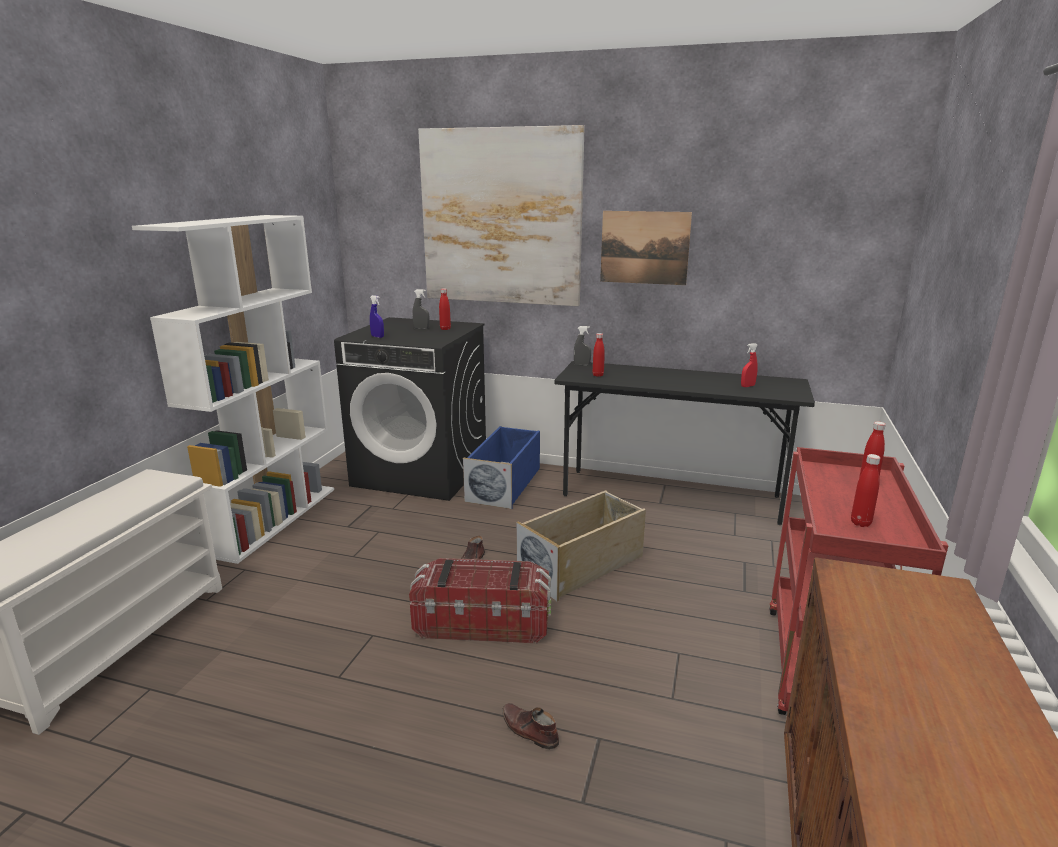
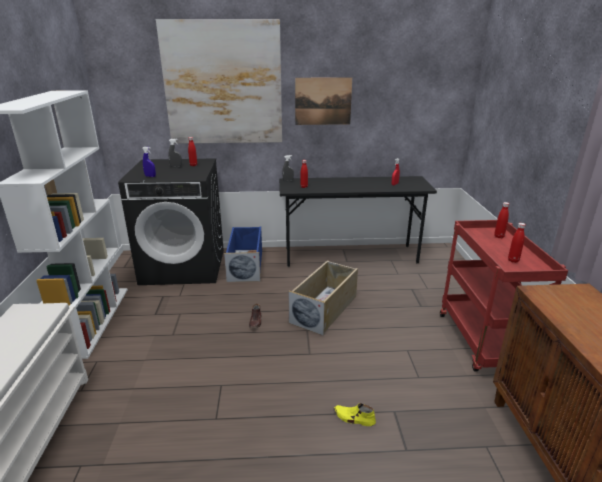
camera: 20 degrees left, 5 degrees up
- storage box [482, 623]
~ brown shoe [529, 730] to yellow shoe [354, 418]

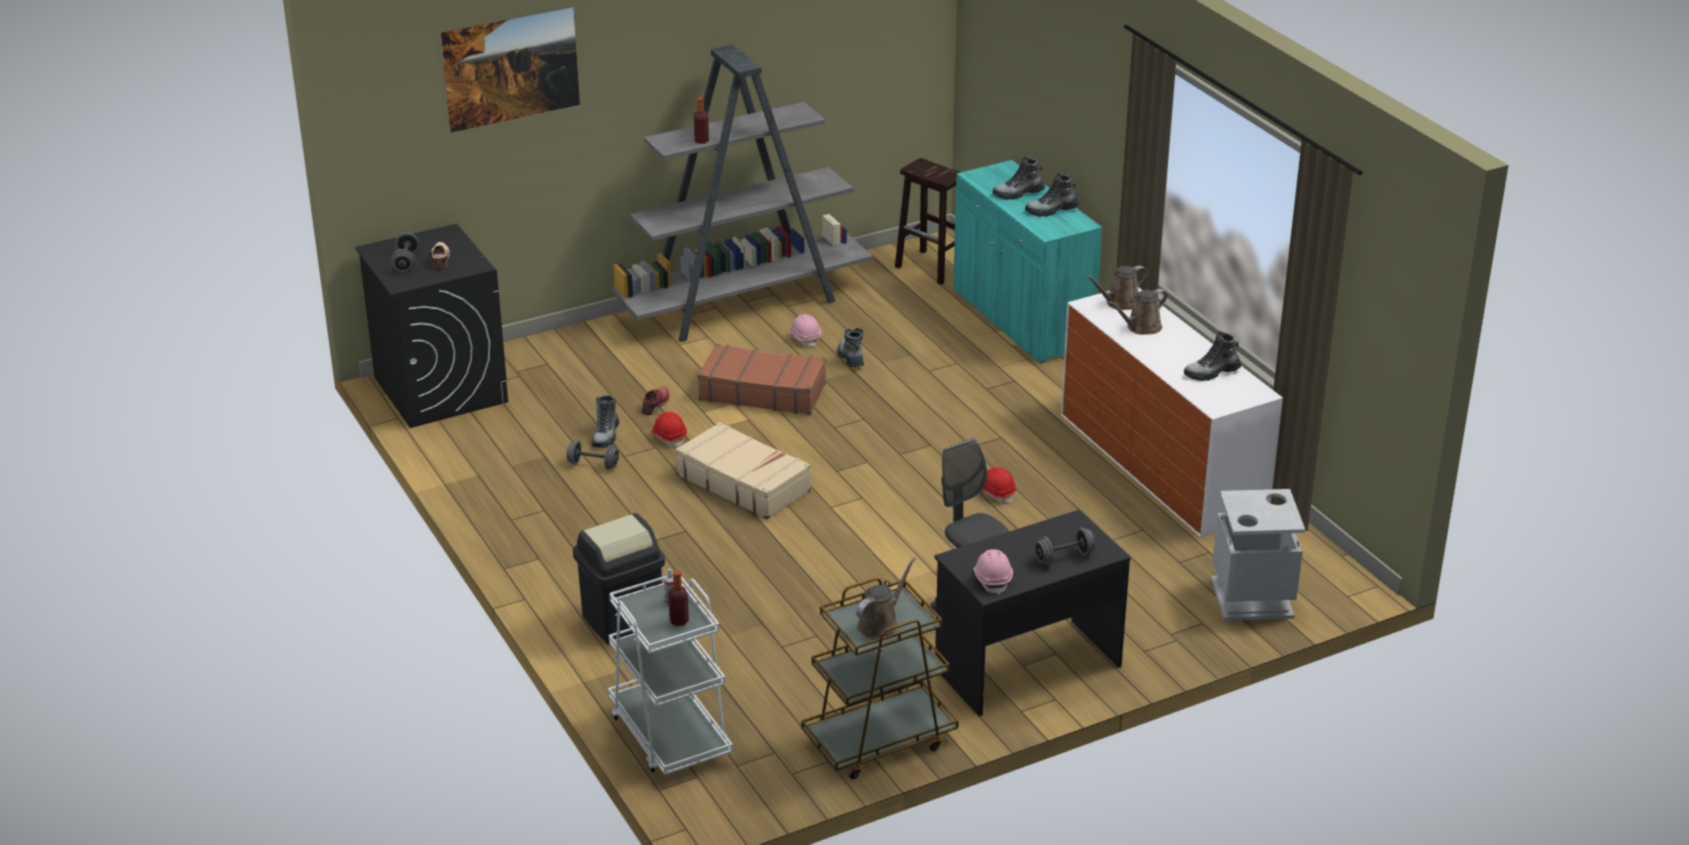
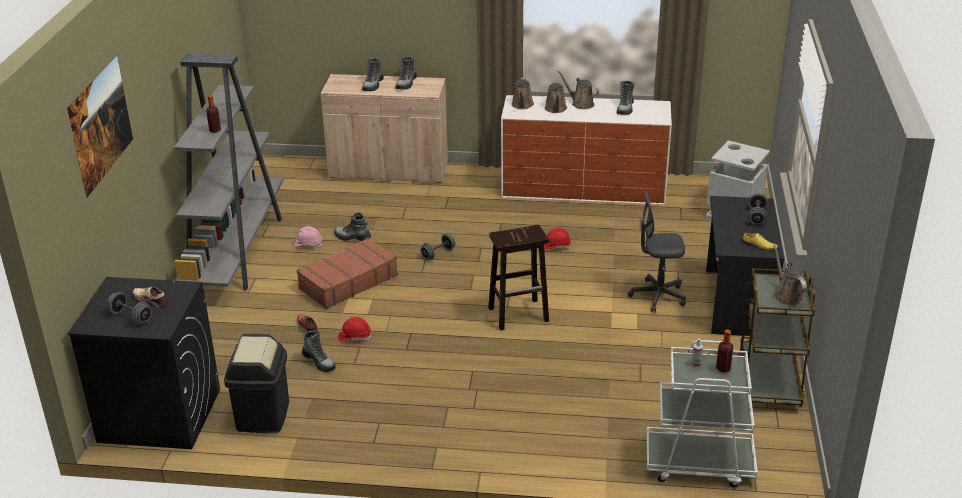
camera: 55 degrees left, 0 degrees up
~ grey dumbbell [593, 465] to [438, 254]
~ black trash can [622, 620] to [262, 416]
- beige suitcase [743, 483]
~ brown stool [932, 267] to [519, 314]
~ turquoise cabinet [1021, 320] to beige cabinet [388, 170]
~ pink hard hat [992, 579] to yellow shoe [759, 246]
+ brown watering can [580, 104]

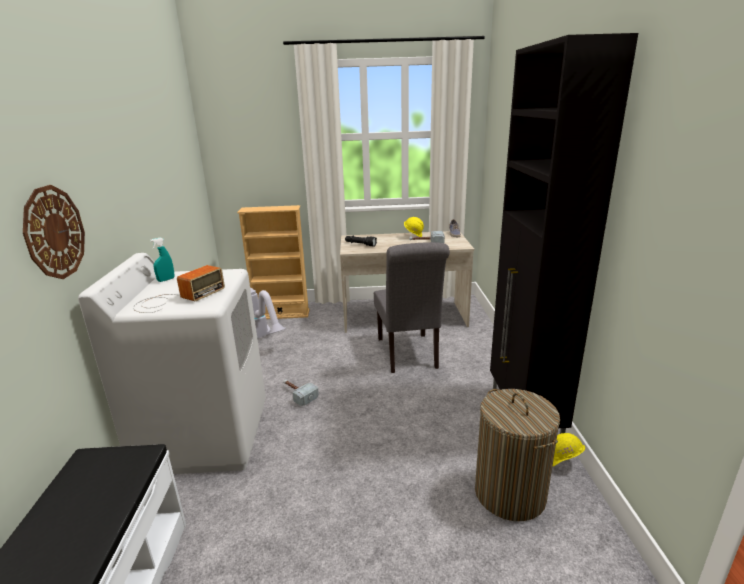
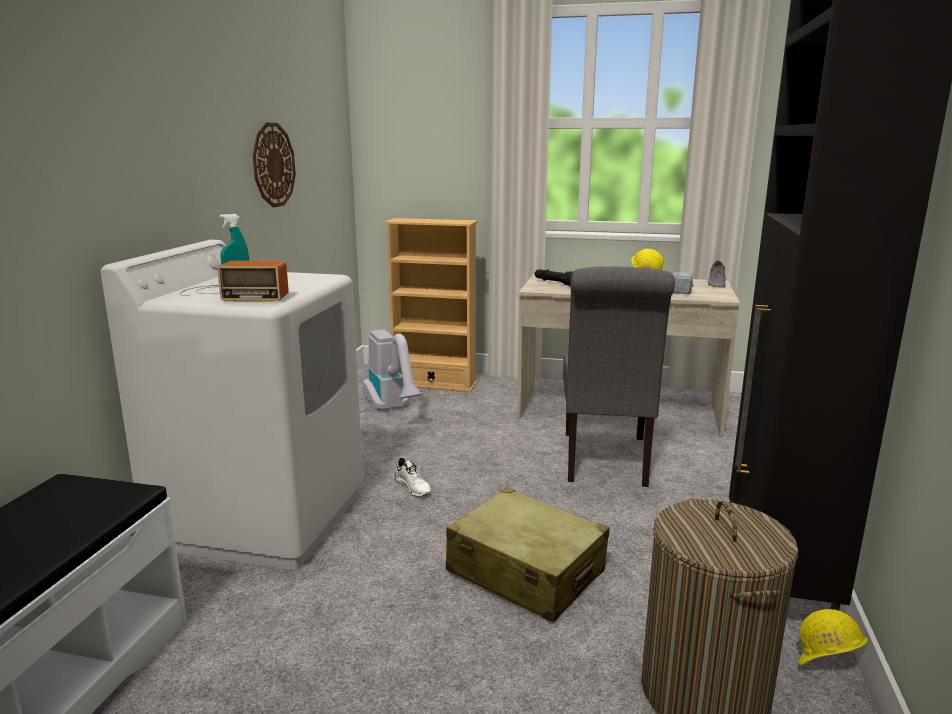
camera: 15 degrees right, 5 degrees down
~ wall clock [54, 232] to [273, 165]
~ radio [176, 299] = [232, 294] 45 degrees clockwise
~ hammer [298, 394] to white shoe [413, 487]
+ beige suitcase [526, 572]

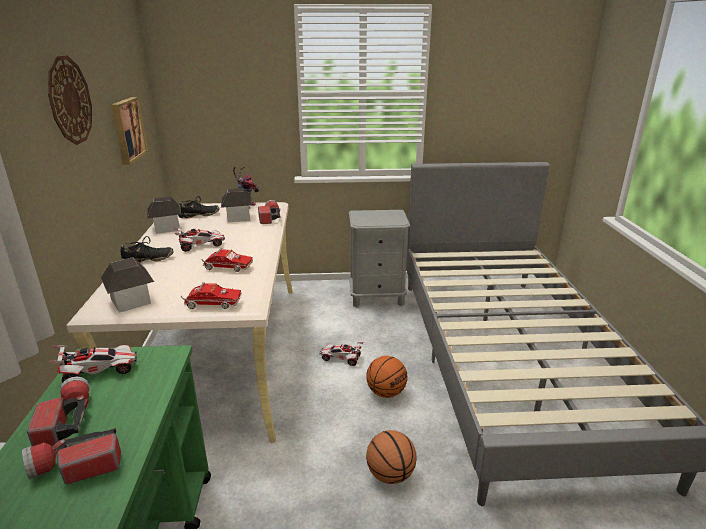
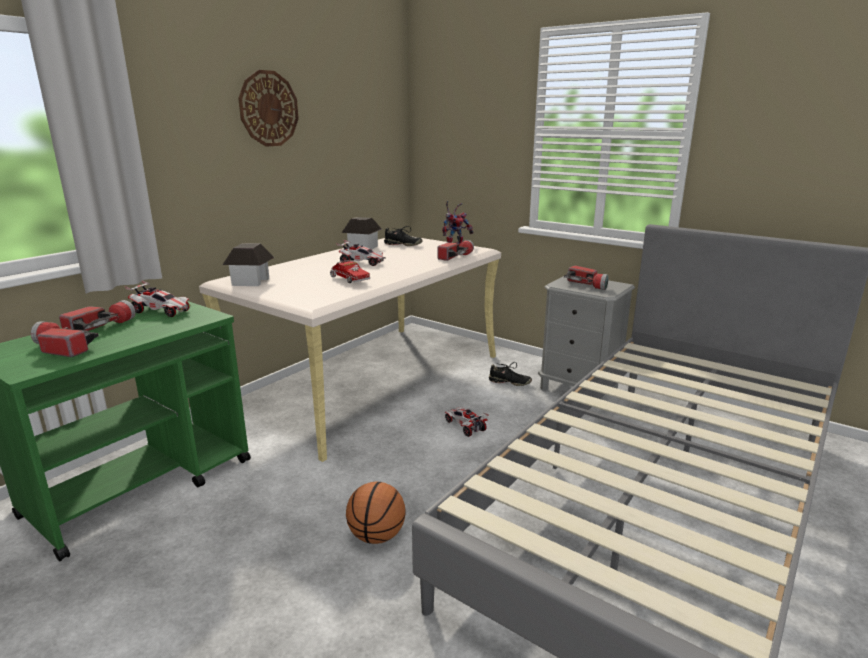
camera: 40 degrees right, 5 degrees down
- picture [127, 130]
~ black shoe [148, 260] to [509, 382]
- toy truck [211, 305]
- toy house [238, 217]
- basketball [386, 392]
+ flashlight [587, 285]

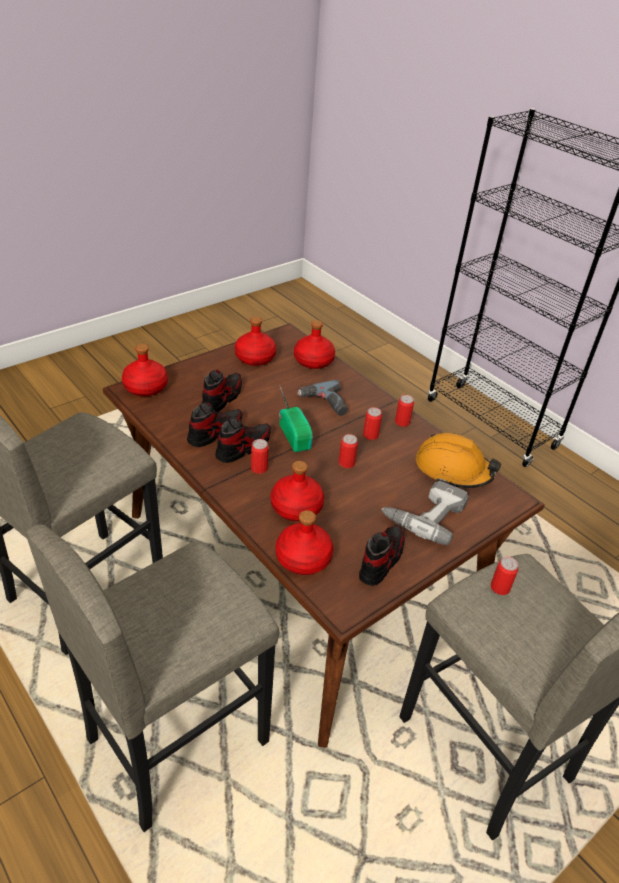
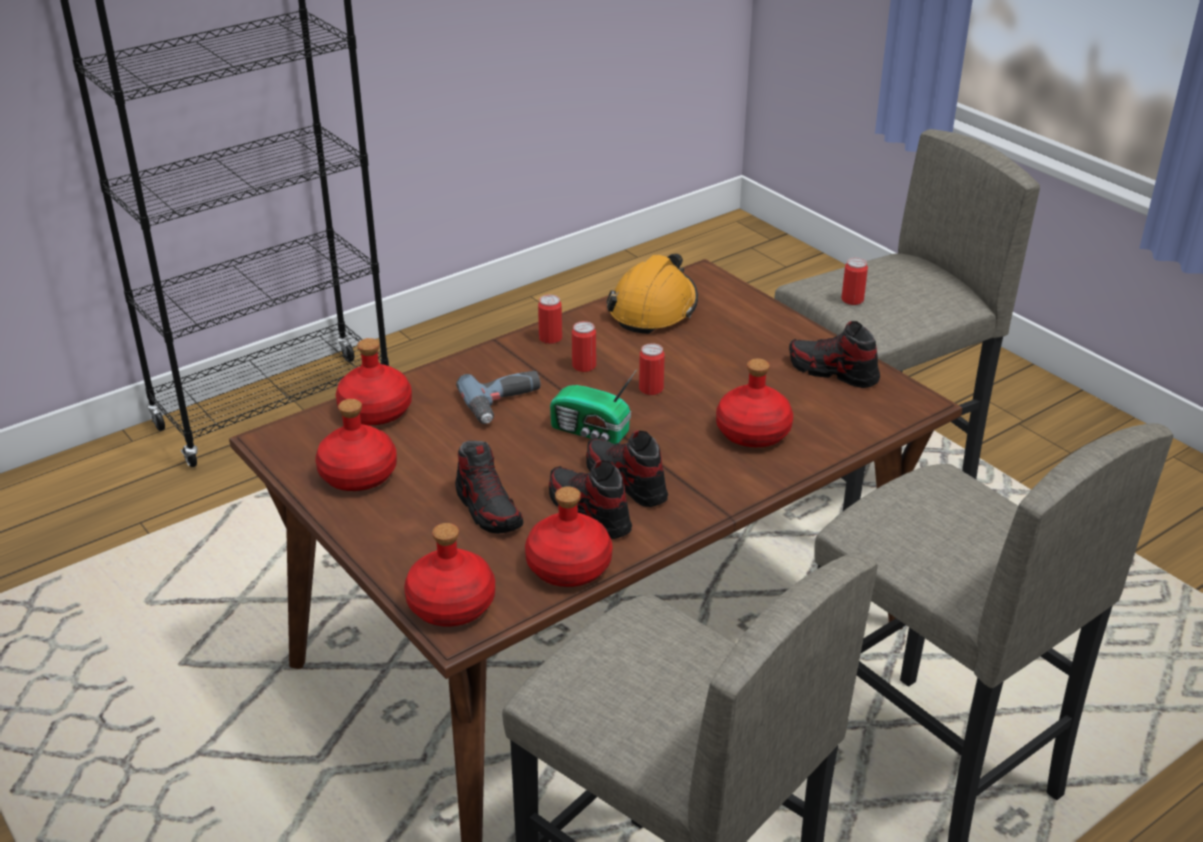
camera: 85 degrees left, 5 degrees down
~ shoe [222, 398] = [488, 509] 150 degrees counterclockwise
- can [259, 468]
~ red bottle [303, 559] to [570, 567]
~ radio [295, 436] = [591, 432] 135 degrees counterclockwise
- power drill [424, 514]

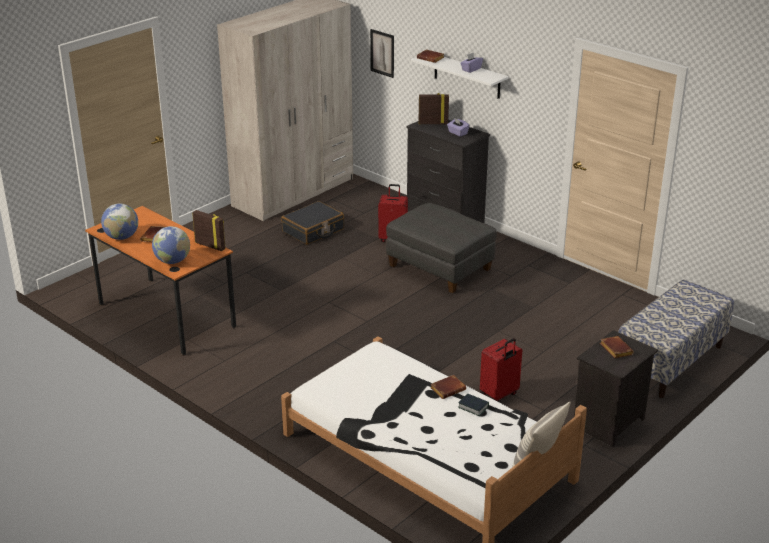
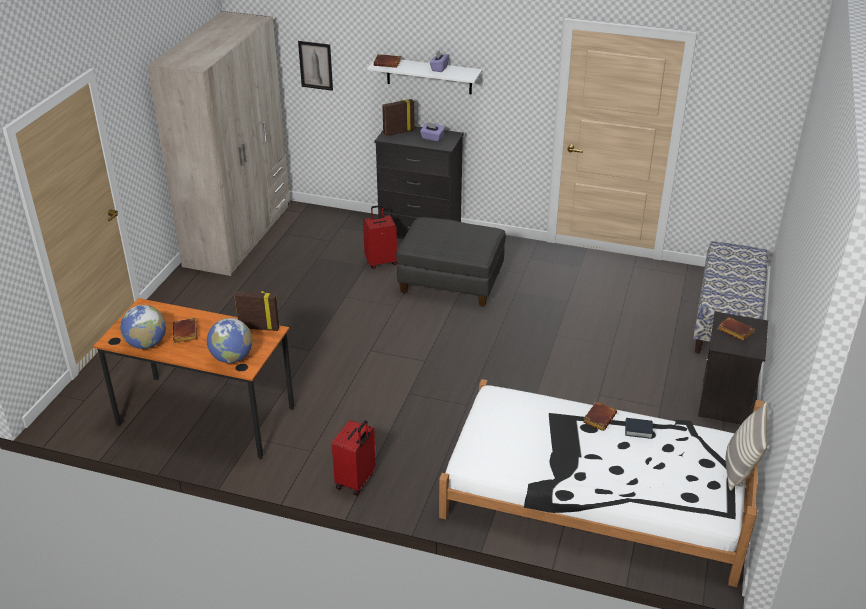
camera: 25 degrees left, 5 degrees up
- black suitcase [313, 231]
~ red suitcase [499, 395] to [356, 481]

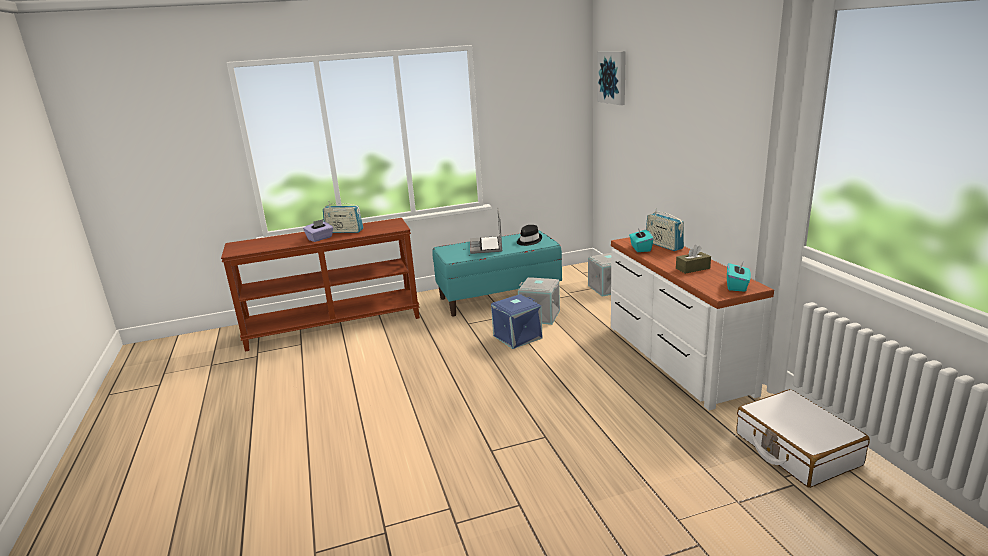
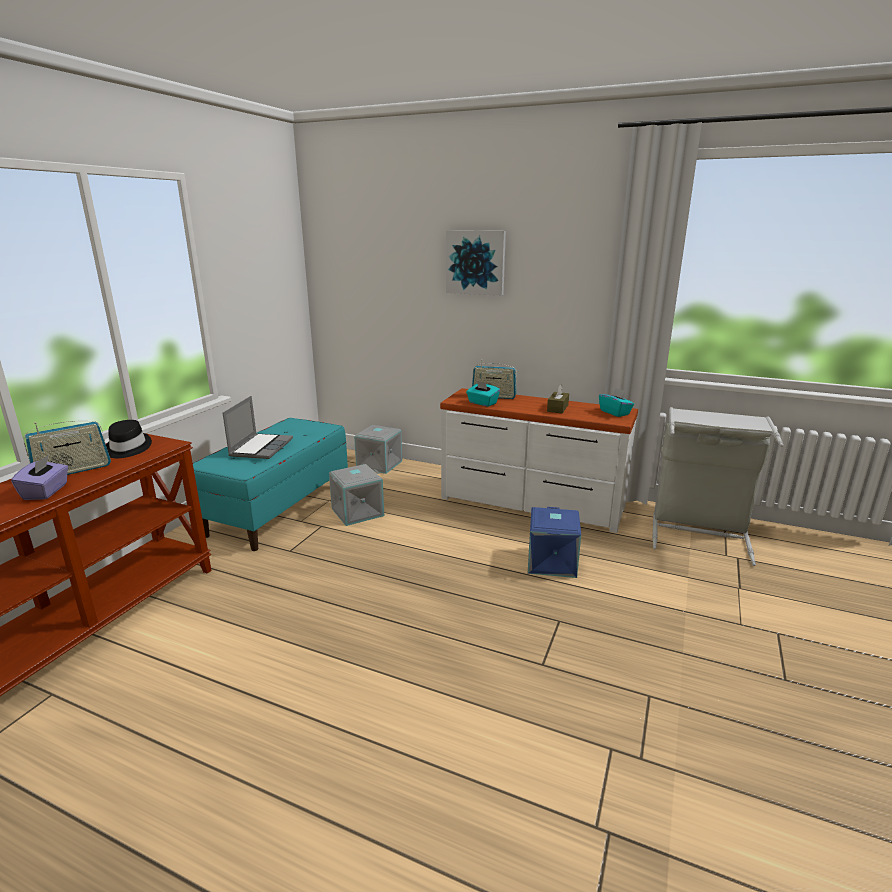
camera: 50 degrees left, 0 degrees up
~ laptop [486, 246] = [261, 447] 120 degrees counterclockwise
~ blue storage box [517, 337] to [553, 562]
~ black hat [528, 241] to [127, 448]
~ picture [612, 77] to [475, 262]
~ white suitcase [796, 449] to grey laundry basket [699, 533]

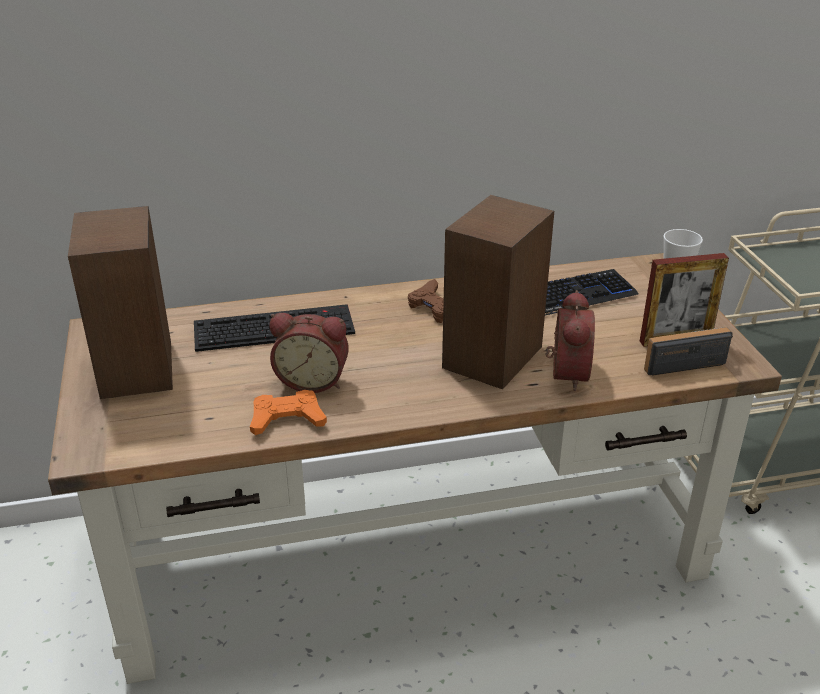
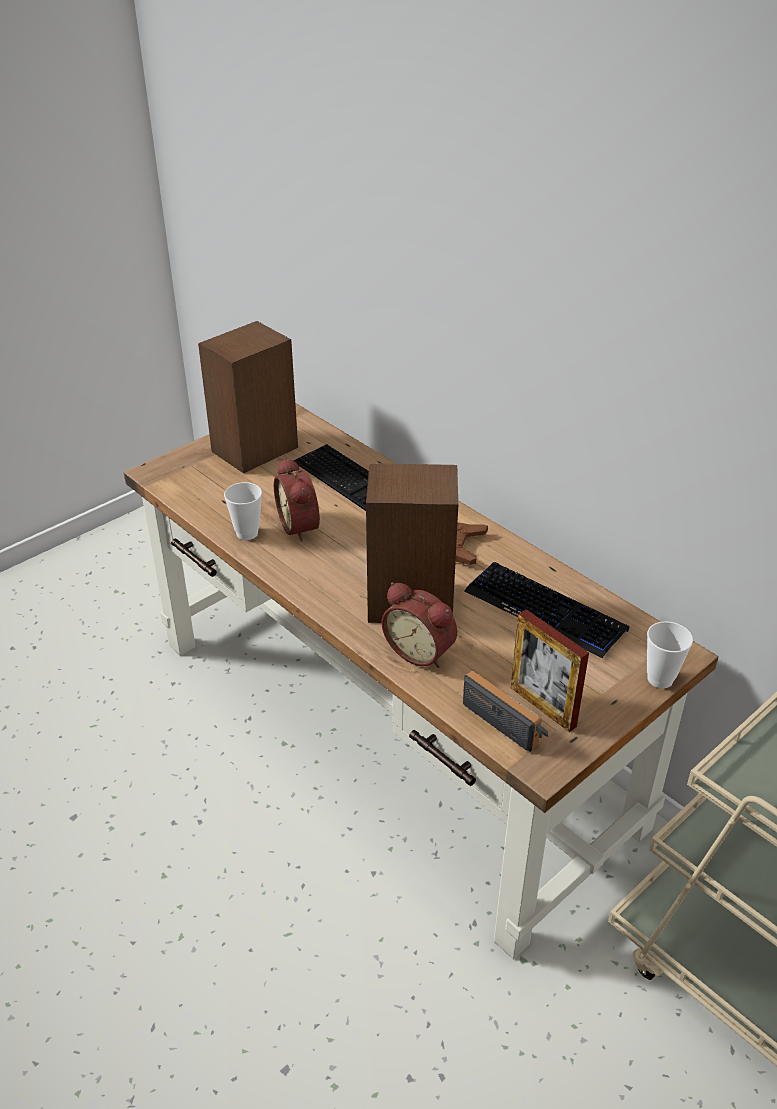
camera: 60 degrees right, 5 degrees up
~ orange game controller [287, 419] to cup [247, 533]
~ alarm clock [565, 373] = [421, 650] 60 degrees clockwise

